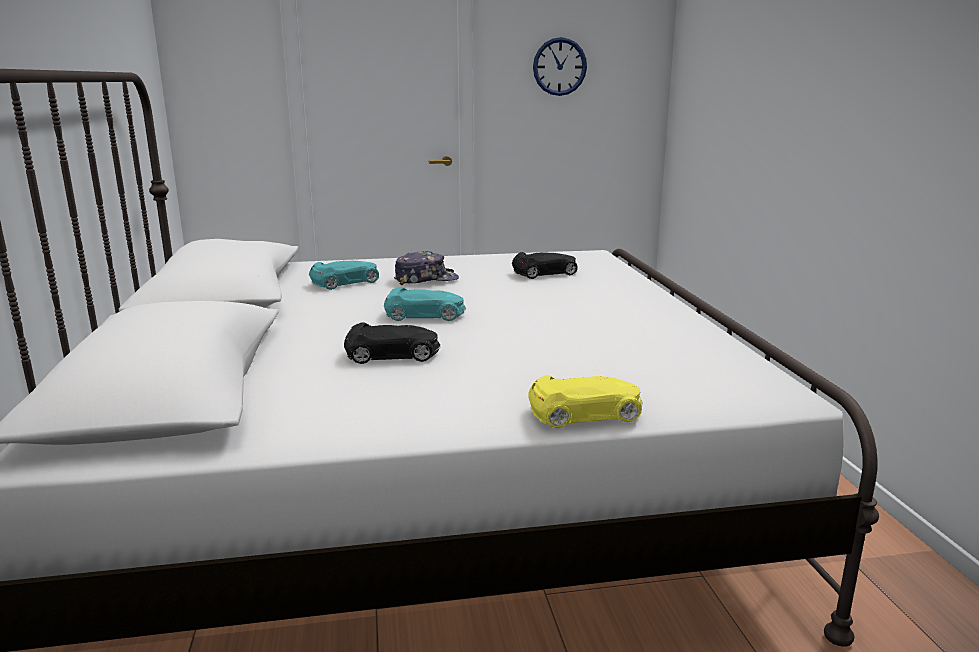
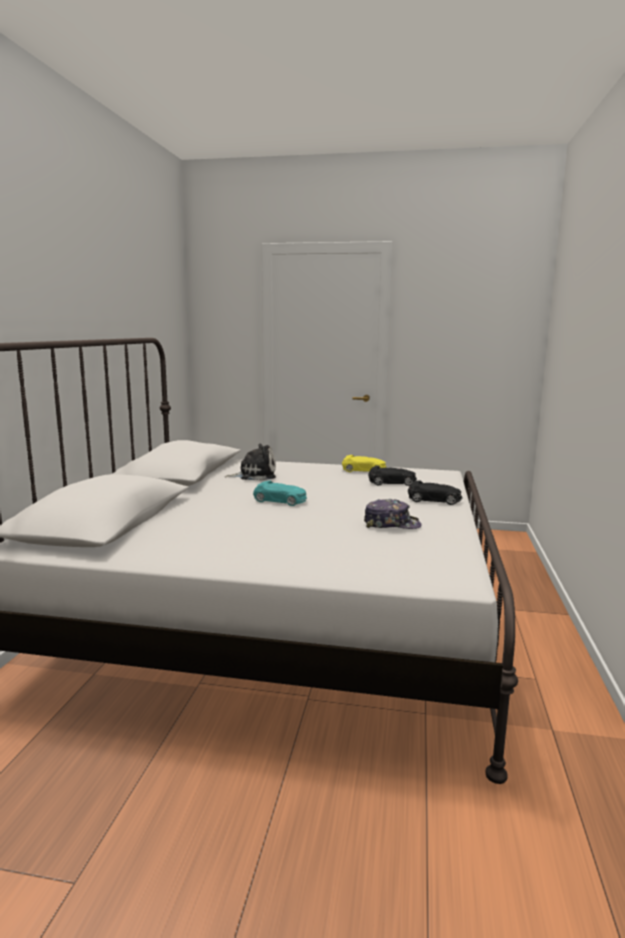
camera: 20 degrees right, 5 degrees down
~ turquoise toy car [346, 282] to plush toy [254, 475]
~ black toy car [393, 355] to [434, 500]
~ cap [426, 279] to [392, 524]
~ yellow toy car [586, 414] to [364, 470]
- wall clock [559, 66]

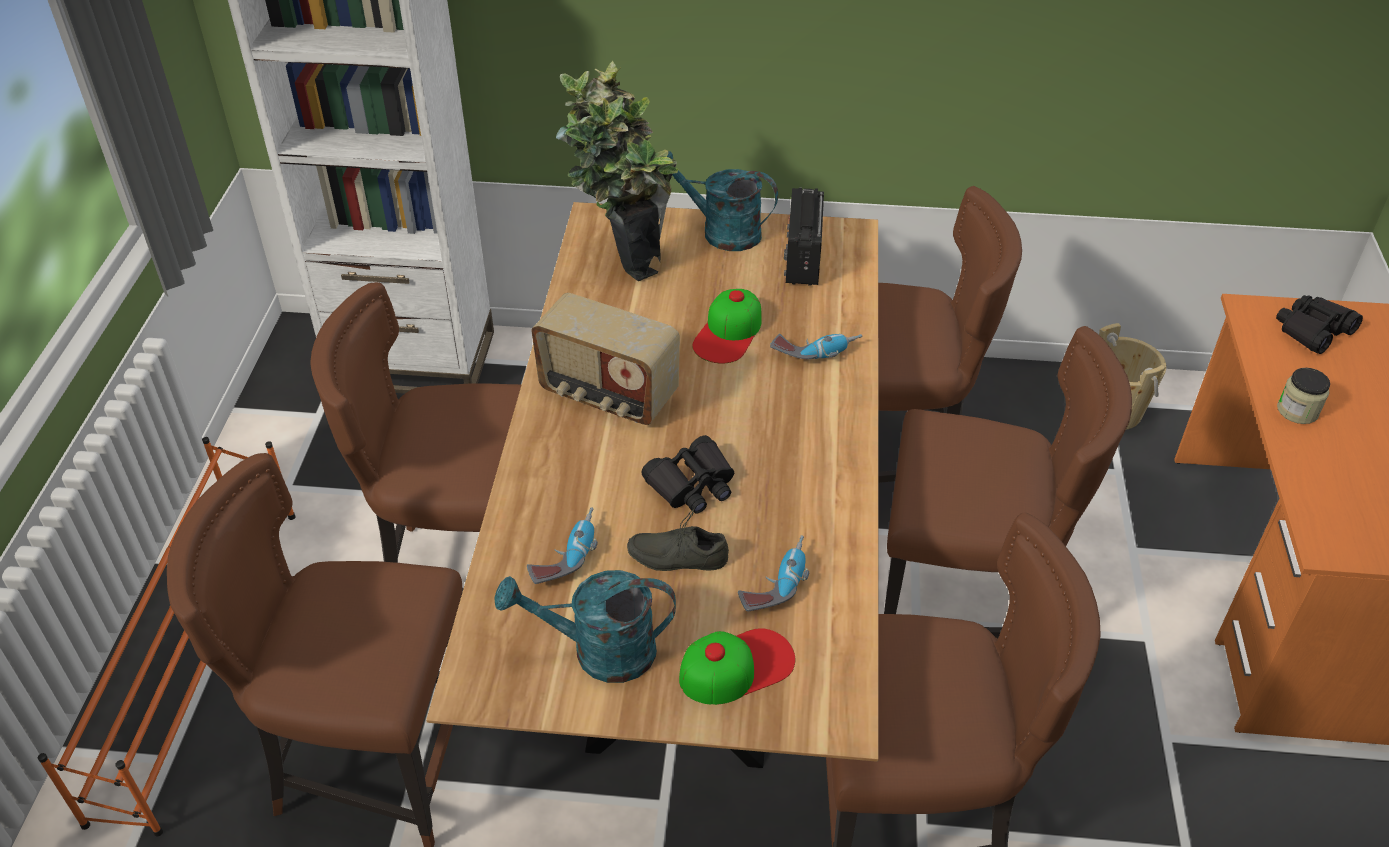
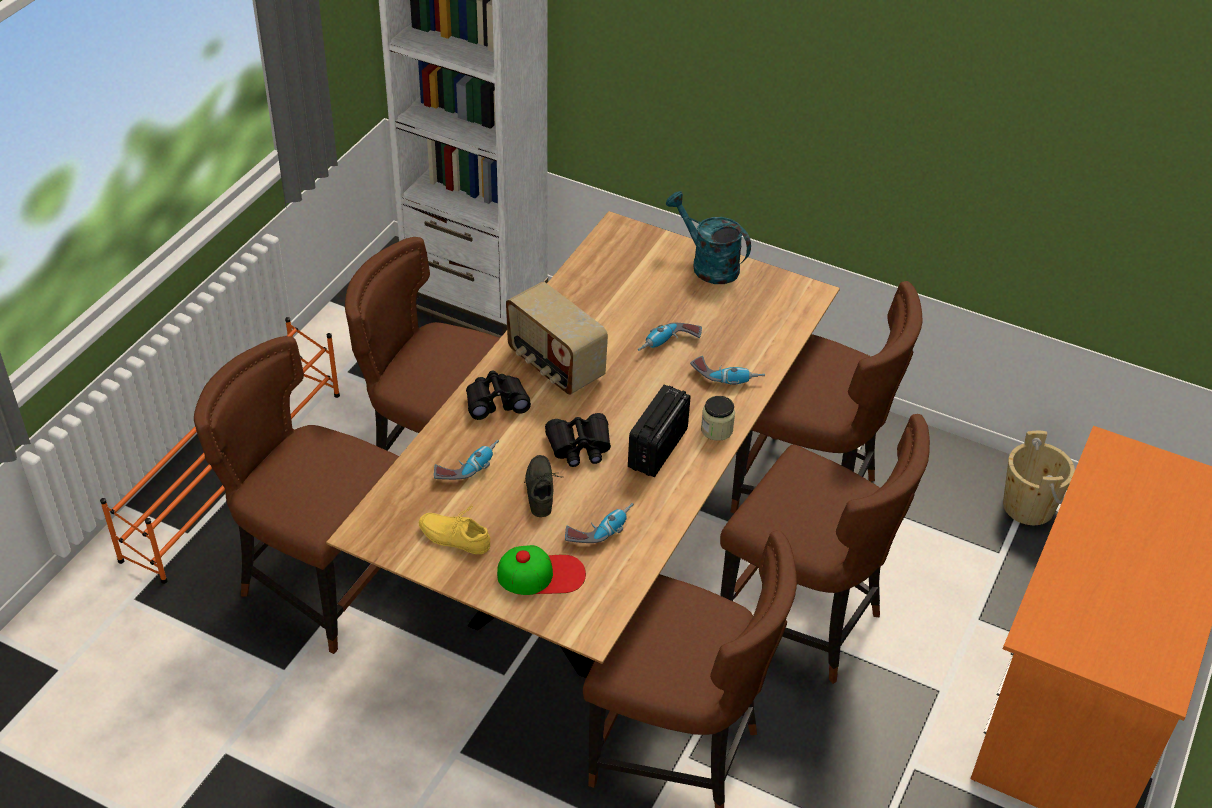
camera: 20 degrees right, 0 degrees up
~ turquoise watering can [599, 652] to yellow shoe [456, 536]
- potted plant [622, 257]
~ grey shoe [678, 554] = [543, 490] 60 degrees clockwise
~ cap [728, 333] to power drill [668, 345]
~ radio [803, 260] to [657, 449]
~ black binoculars [1312, 330] to [496, 402]
~ jar [1297, 411] to [716, 430]

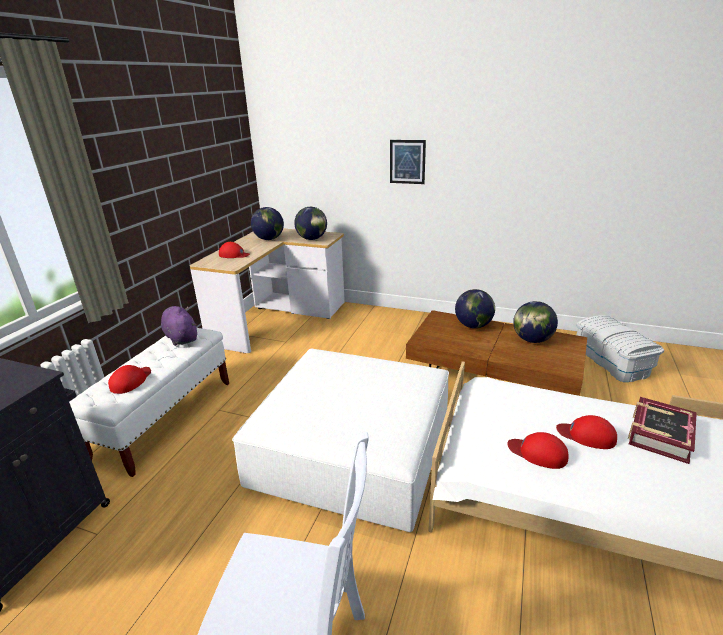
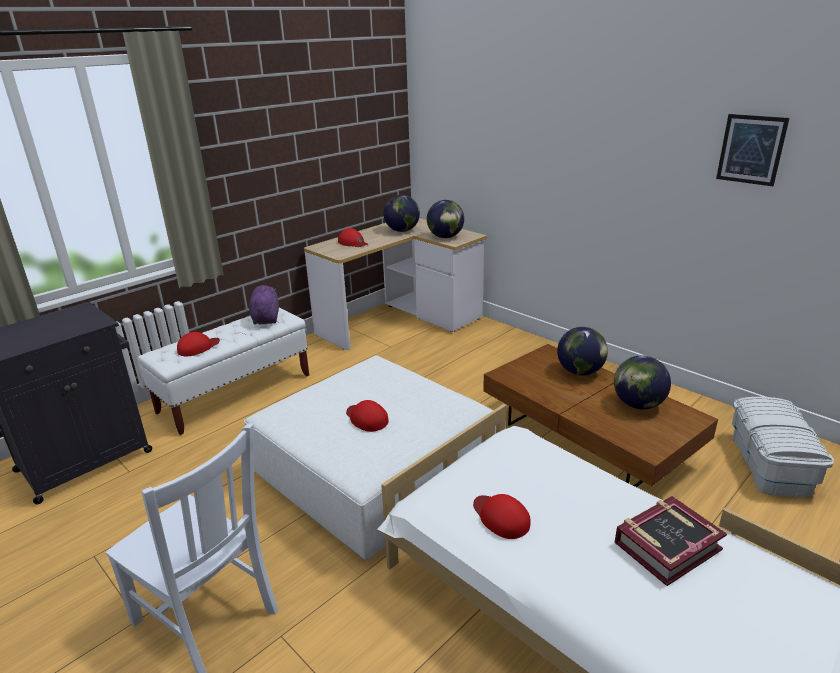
camera: 25 degrees right, 0 degrees up
~ picture [407, 162] to [751, 149]
~ red cap [587, 435] to [366, 418]

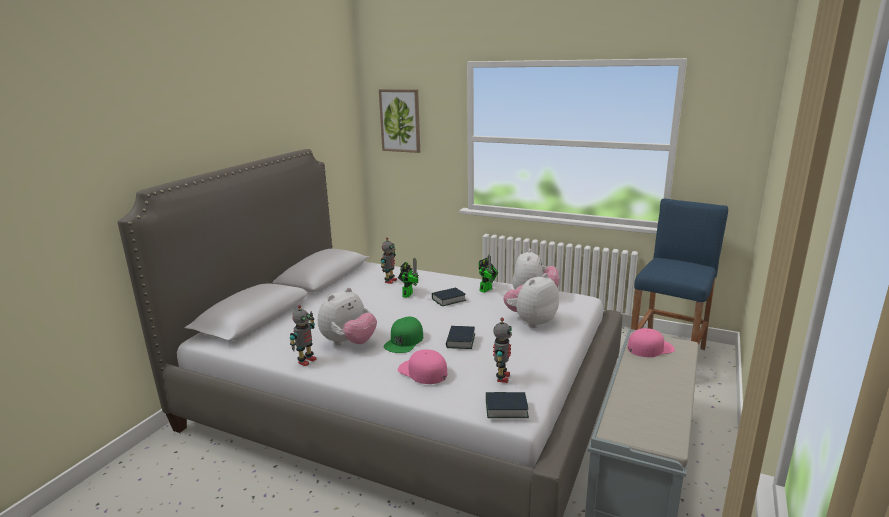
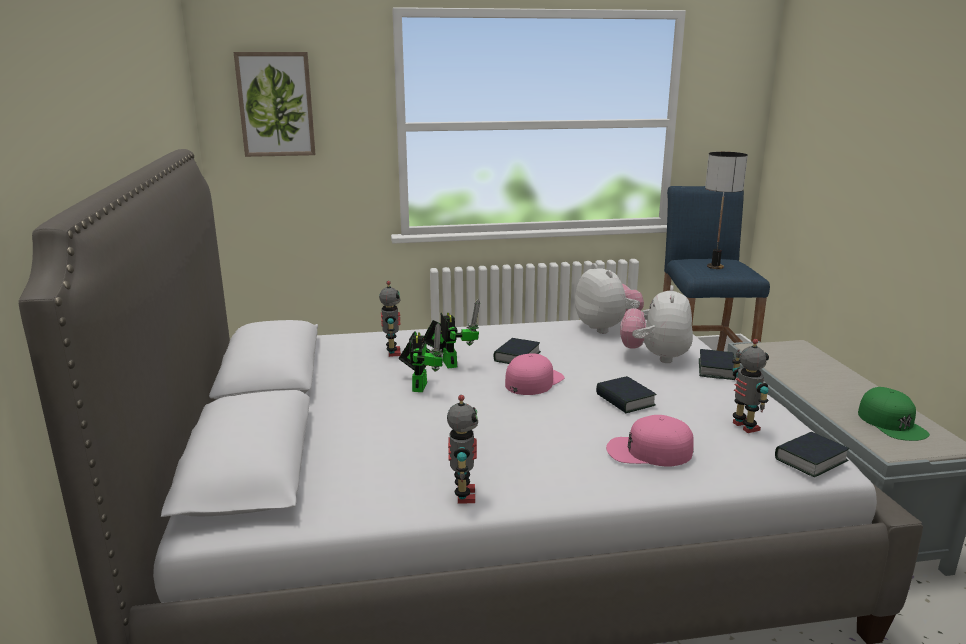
camera: 35 degrees left, 0 degrees up
- plush toy [349, 343]
~ green cap [404, 341] to [891, 423]
~ toy robot [487, 289] to [420, 385]
~ pink cap [650, 348] to [533, 381]
+ book [716, 369]
+ table lamp [714, 267]

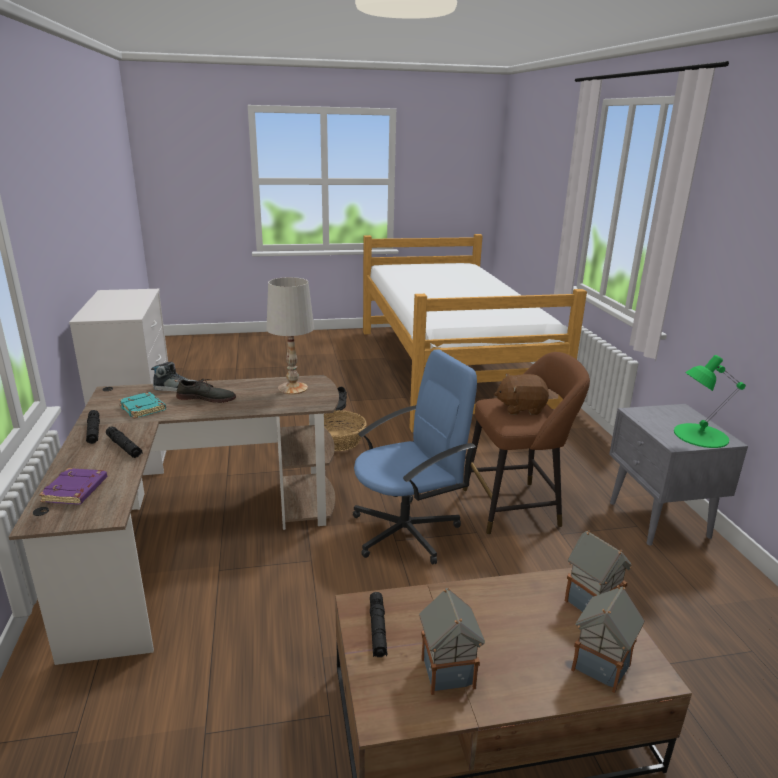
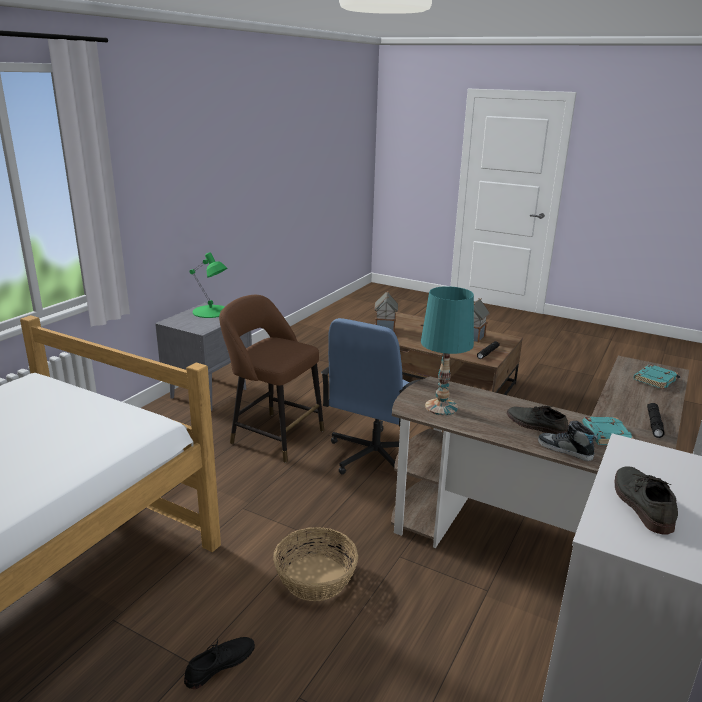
camera: 140 degrees left, 0 degrees up
~ purple book [76, 491] to turquoise book [654, 379]
- black flashlight [124, 447]
~ white table lamp [292, 388] to turquoise table lamp [441, 407]
~ blue office chair [406, 531] = [374, 455] 75 degrees counterclockwise
- brown plush toy [520, 408]
- toy house [601, 665]
+ grey shoe [640, 503]

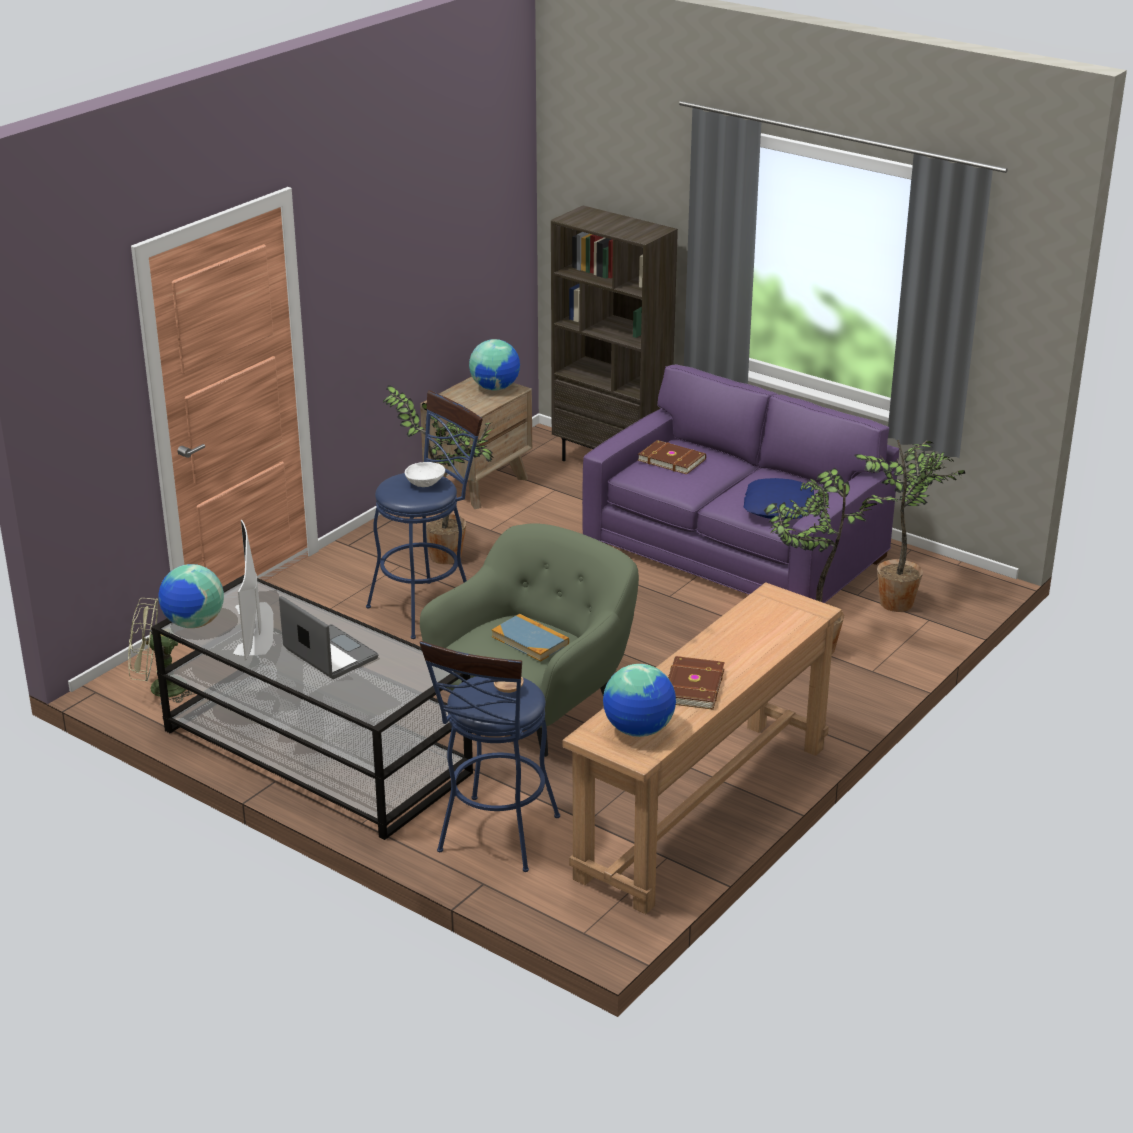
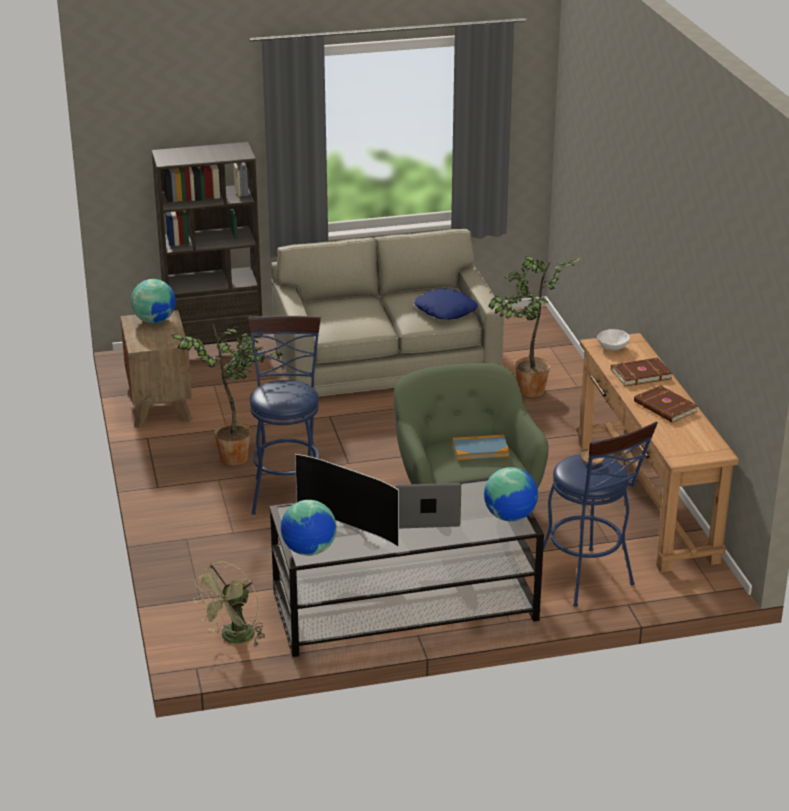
camera: 50 degrees left, 0 degrees up
~ white bowl [426, 483] to [613, 347]
~ purple sofa [737, 548] to beige sofa [386, 362]
~ globe [639, 730] to [510, 516]
~ brown book [672, 459] to [640, 374]
- potted plant [899, 601]

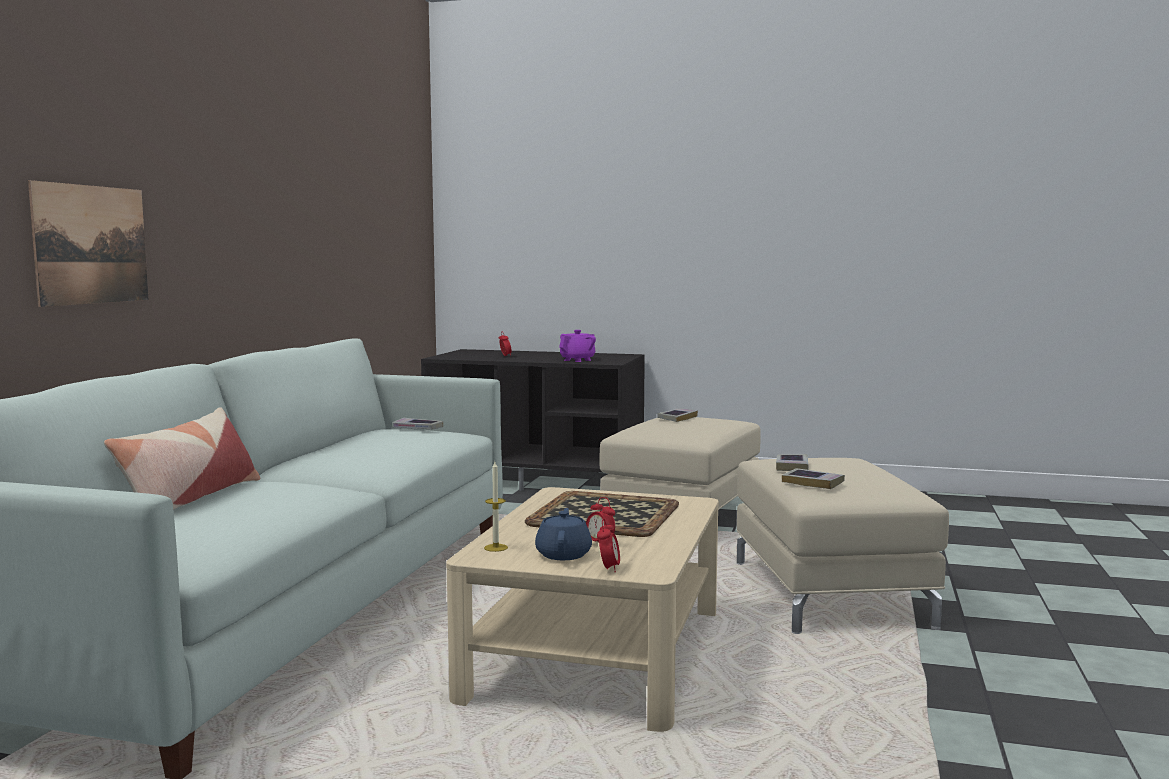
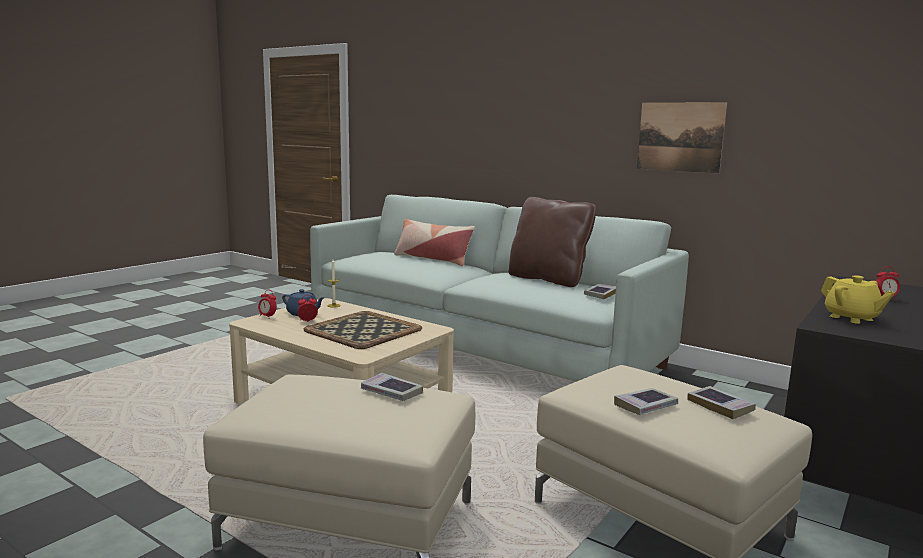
camera: 110 degrees right, 5 degrees up
~ picture [91, 244] to [680, 137]
~ purple teapot [578, 360] to yellow teapot [851, 318]
~ book [813, 483] to [645, 406]
+ brown pillow [548, 279]

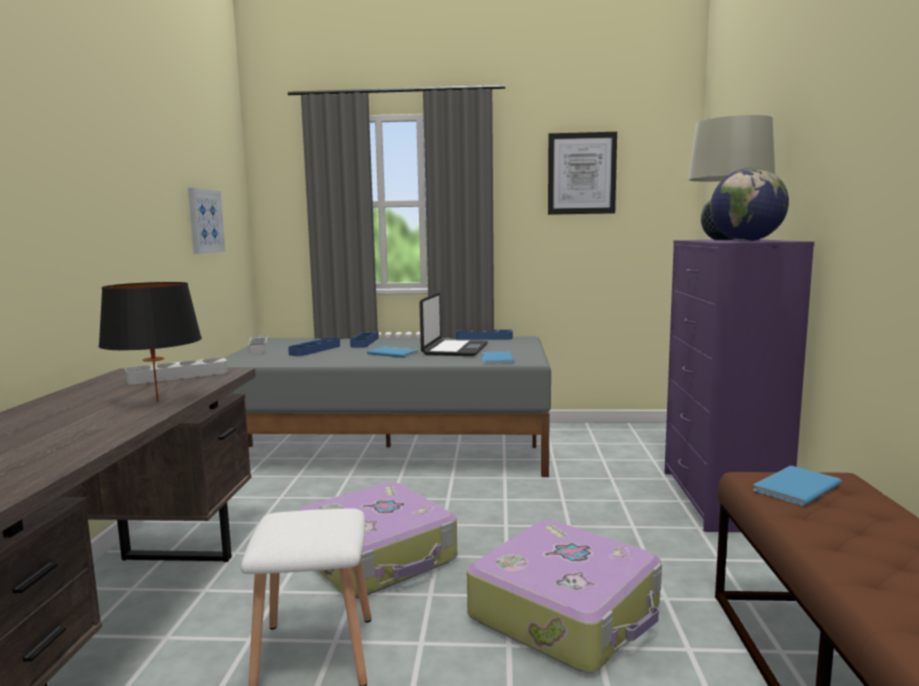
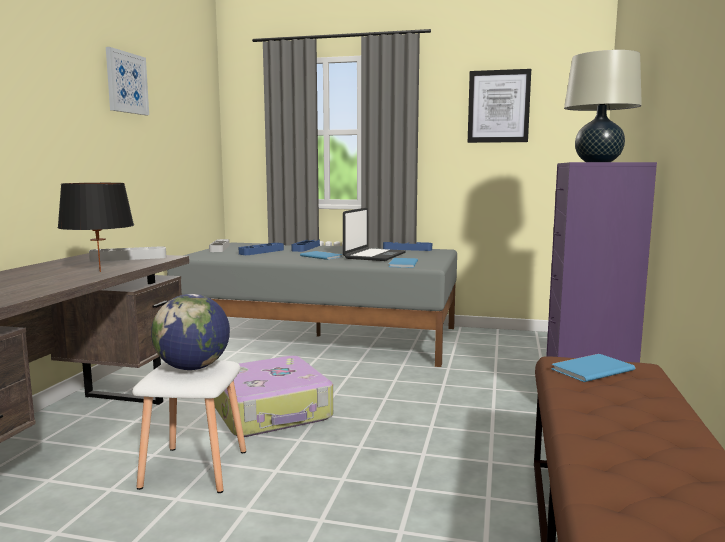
camera: 10 degrees right, 0 degrees up
~ picture [205, 221] to [126, 83]
- suitcase [567, 612]
~ globe [746, 241] to [193, 368]

